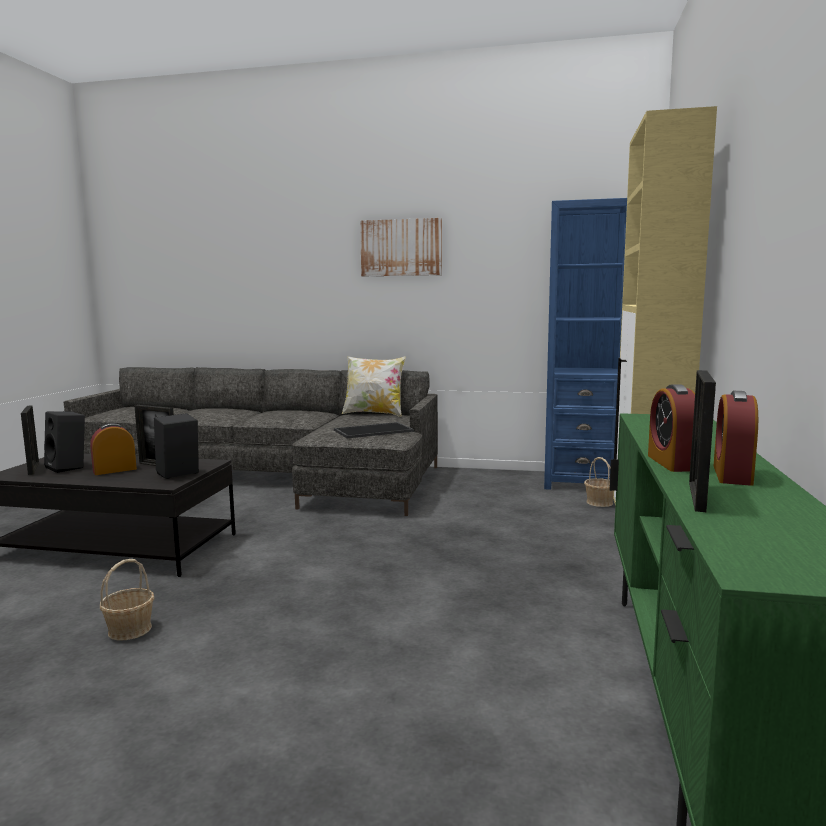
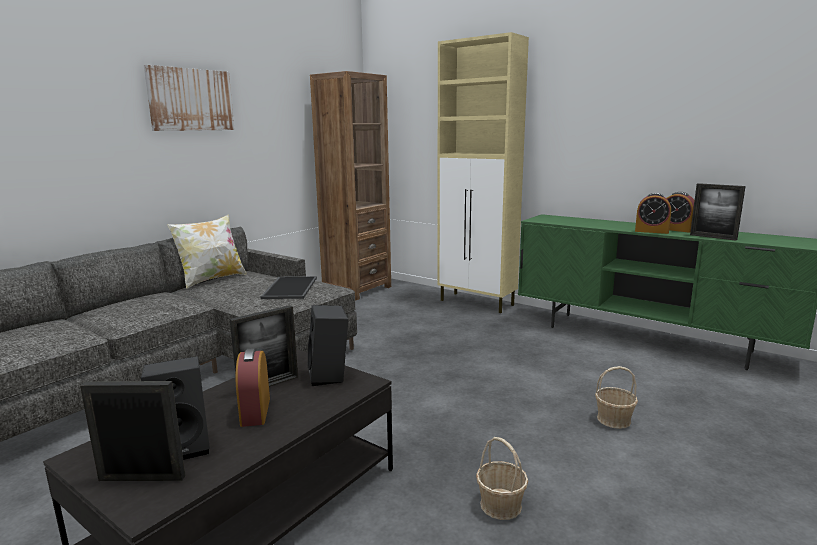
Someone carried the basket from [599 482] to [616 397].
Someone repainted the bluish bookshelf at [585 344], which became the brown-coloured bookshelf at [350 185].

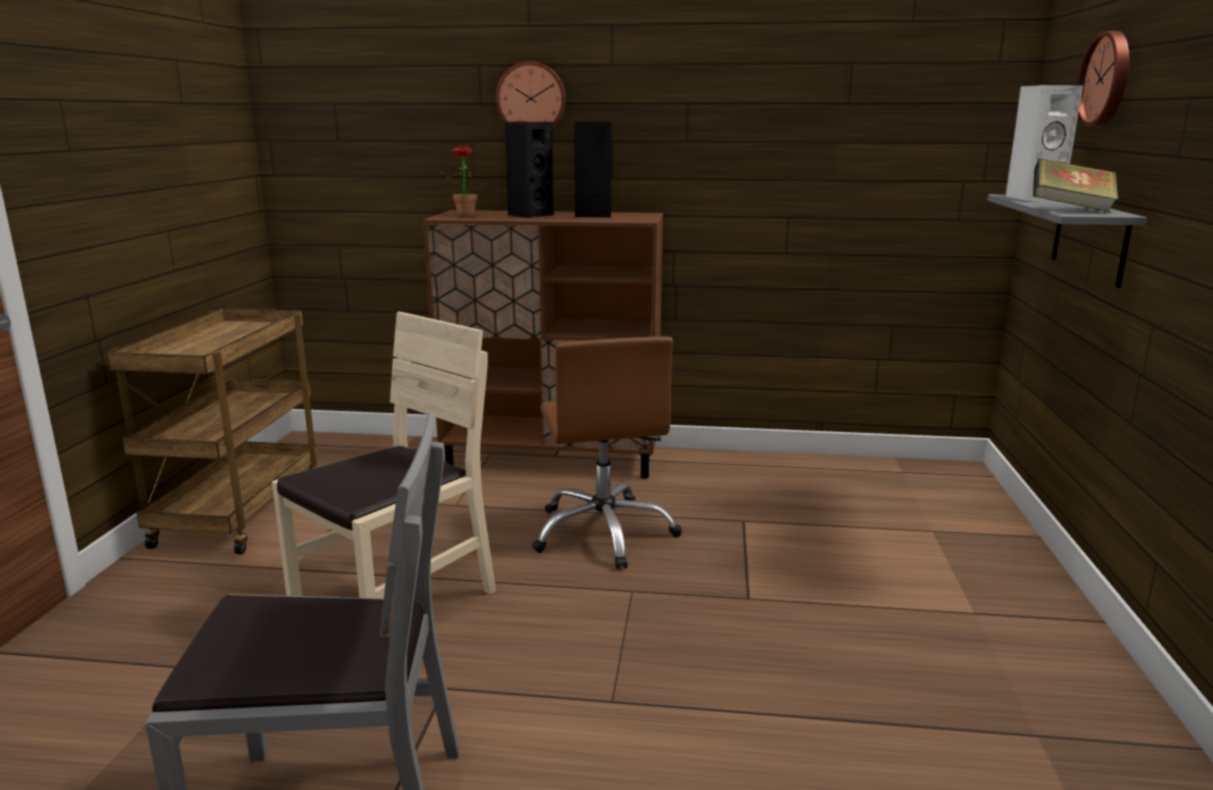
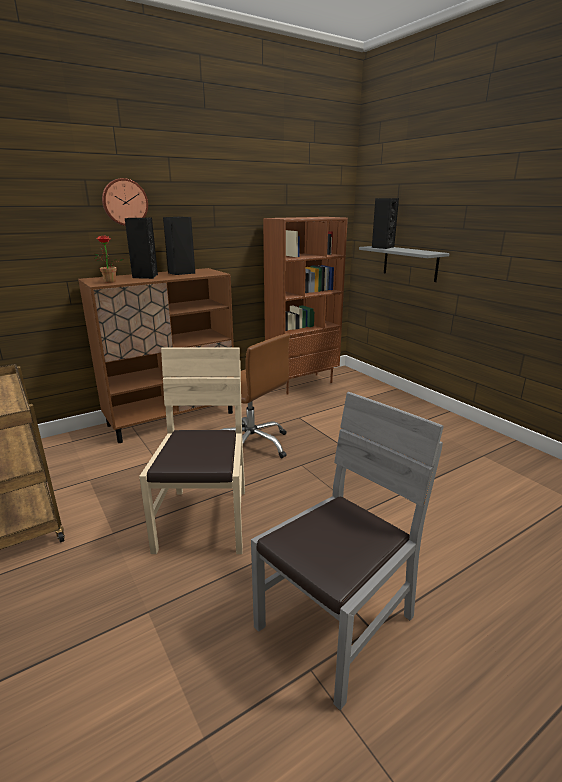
Someone took away the book at [1075 185].
Someone took away the clock on the wall at [1103 79].
Someone put down the brown-coloured bookshelf at [305 305].
Someone repainted the white-coloured audio speaker at [1044 143], which became the black-coloured audio speaker at [385 223].

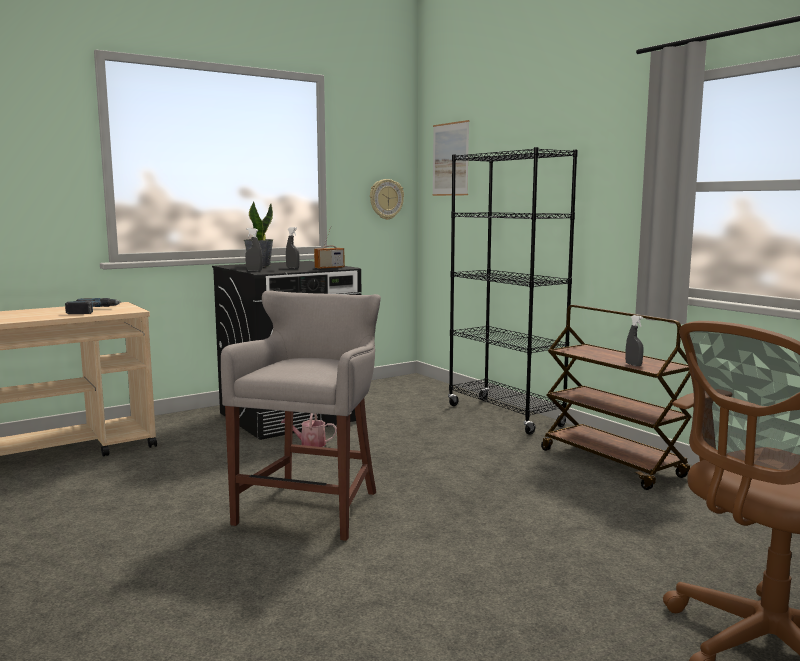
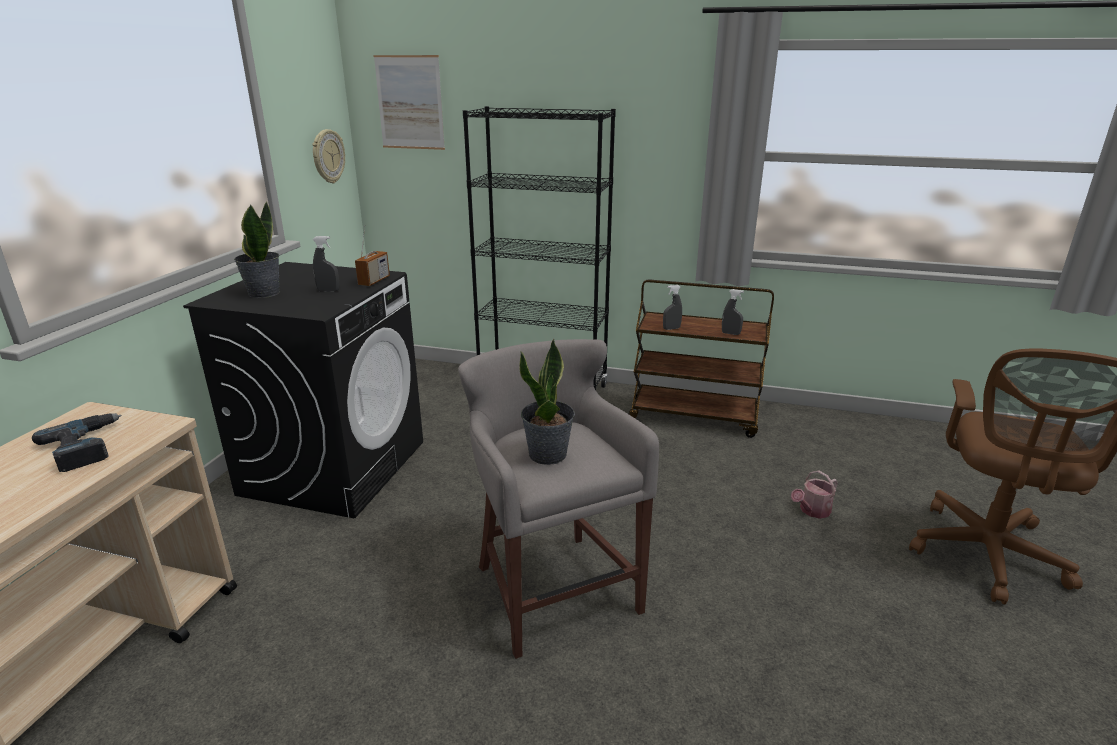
Someone put down the plant in a pot at [547 402].
Someone carried the gray sprayer from [254 249] to [672 307].
Someone carried the watering can from [309 430] to [814 494].

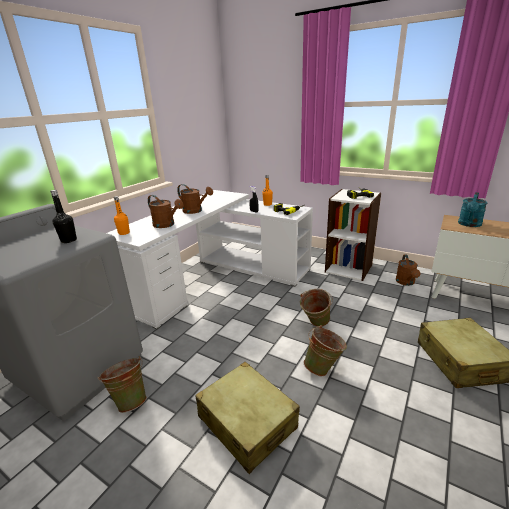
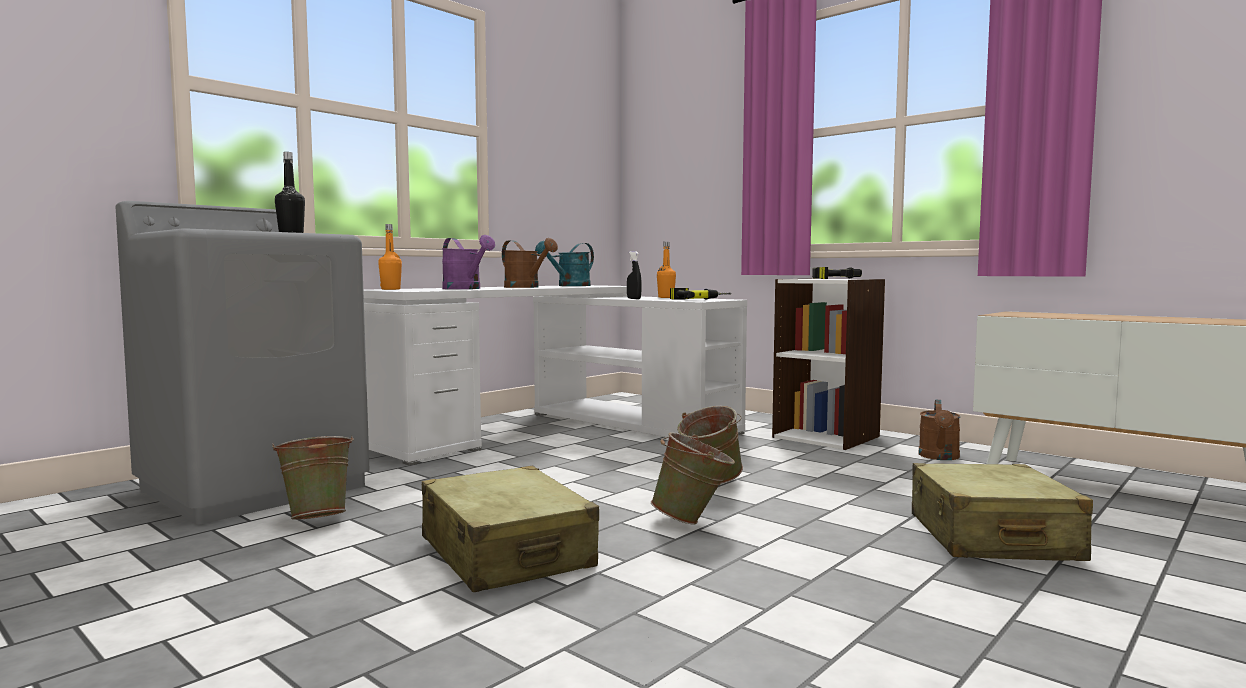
Someone carried the turquoise watering can from [473 209] to [564 263].
Someone repainted the brown-coloured watering can at [166 211], which became the purple watering can at [468 262].

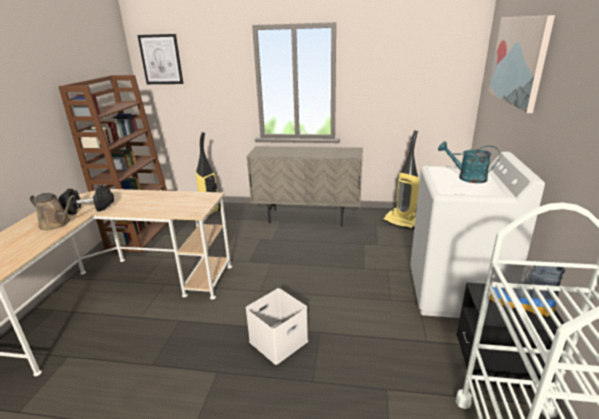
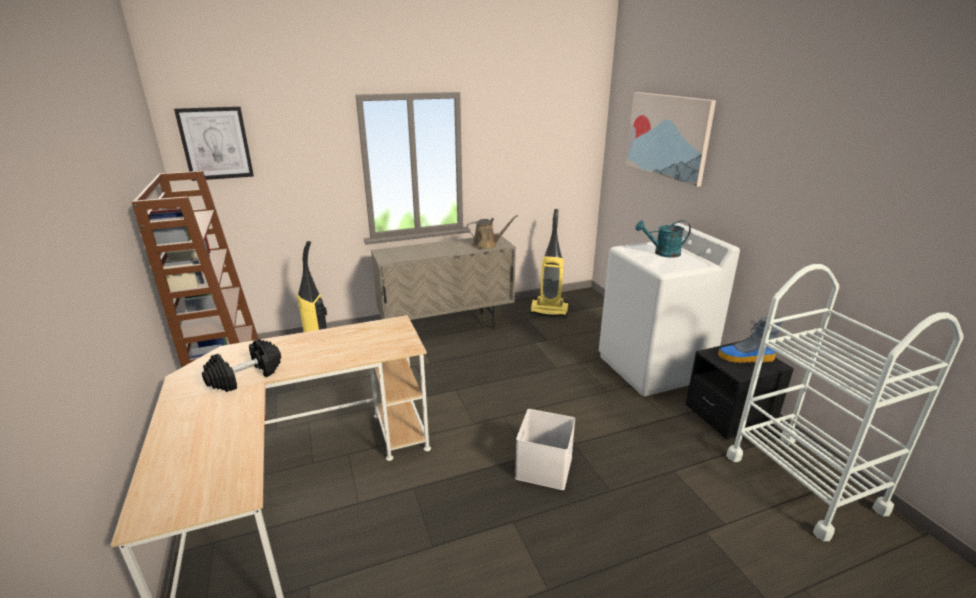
Someone carried the brown-coloured watering can from [52 211] to [492 232].

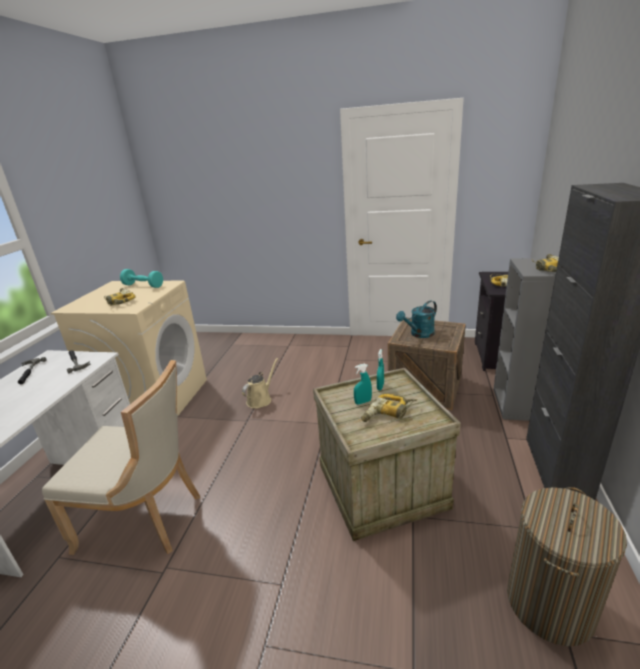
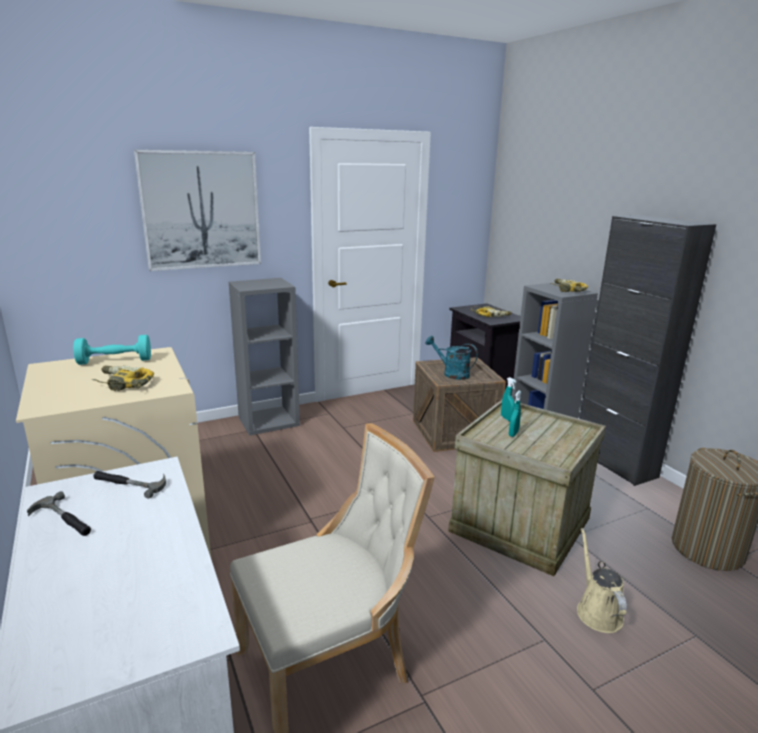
Someone took away the drill at [389 409].
Someone put up the wall art at [197 210].
Someone put down the gray bookshelf at [264 357].
Someone carried the beige-coloured watering can from [260 383] to [602 580].
Someone rotated the turquoise watering can at [416 319] by 105 degrees clockwise.

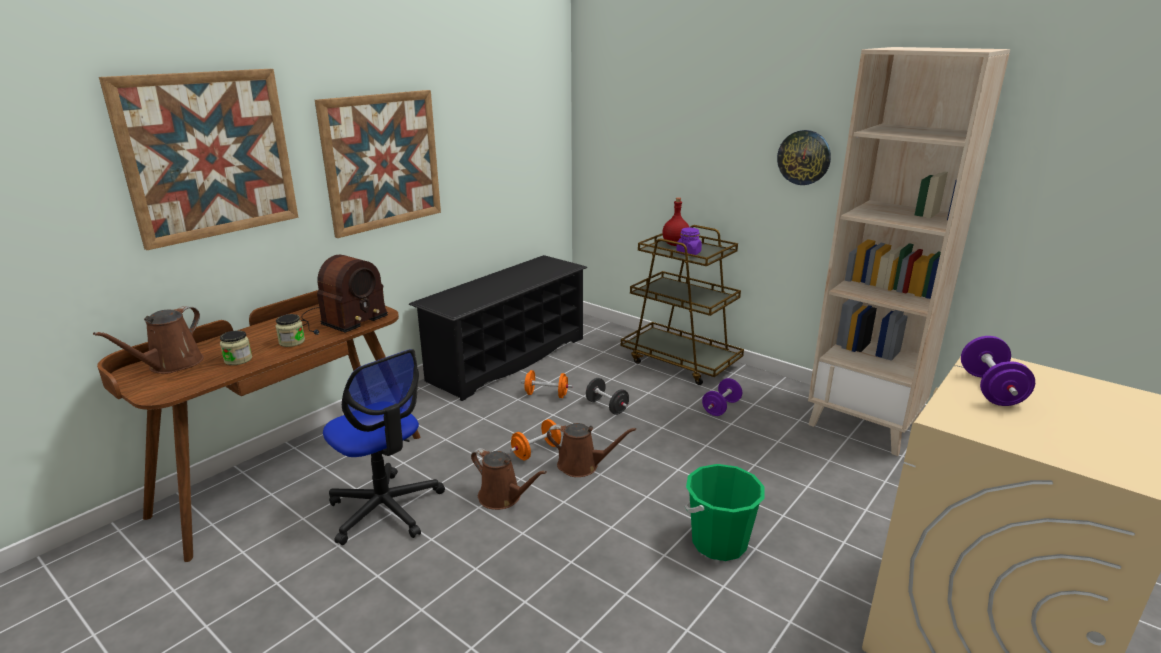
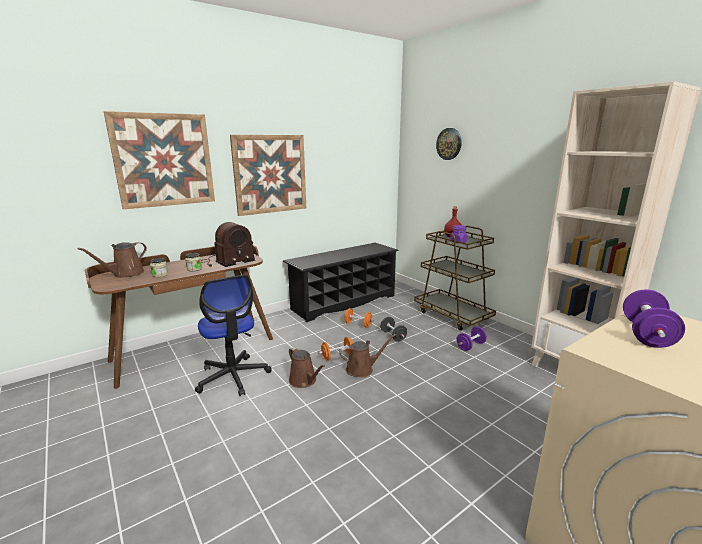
Someone took away the greenish water bucket at [724 512].
Someone carried the clock on the wall from [804 157] to [449 144].
Someone rotated the brown-coloured watering can at [591 450] by 45 degrees counterclockwise.

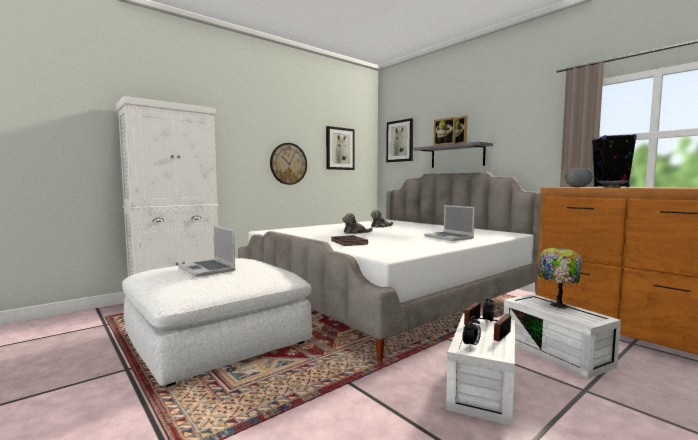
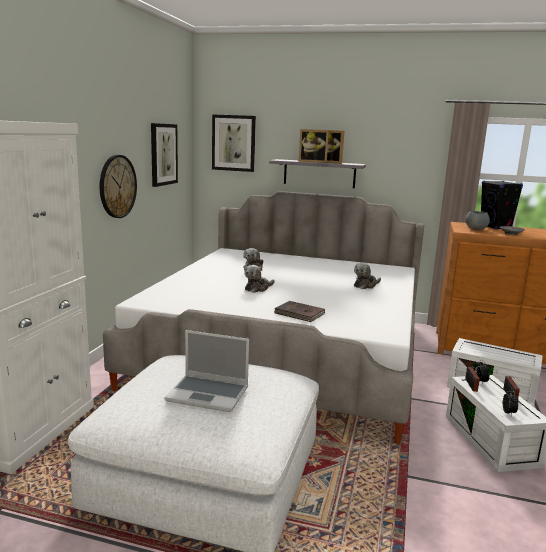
Someone took away the lamp for a table at [560 278].
Someone swapped the portable computer at [449 223] for the cuddly toy at [367 276].

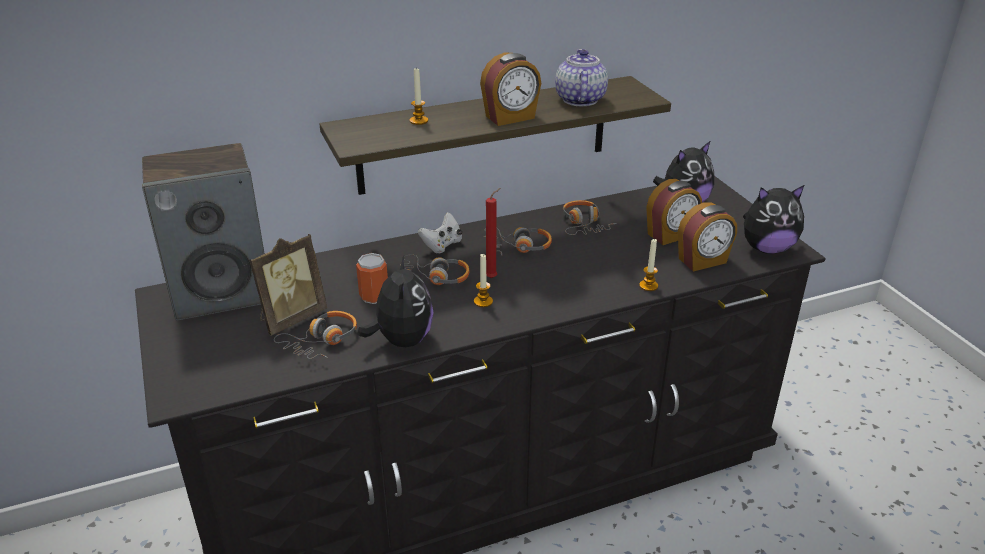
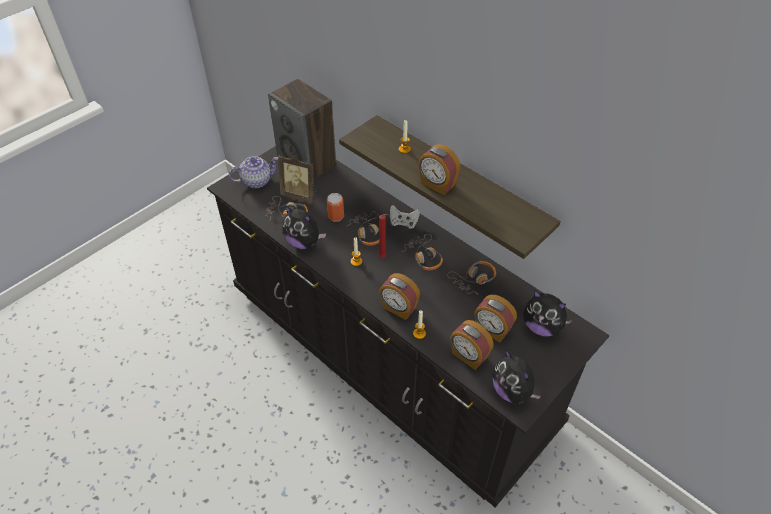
Someone put down the table clock at [399 296].
Someone carried the teapot from [581 77] to [253 172].
Someone rotated the cuddly toy at [396 300] by 60 degrees clockwise.

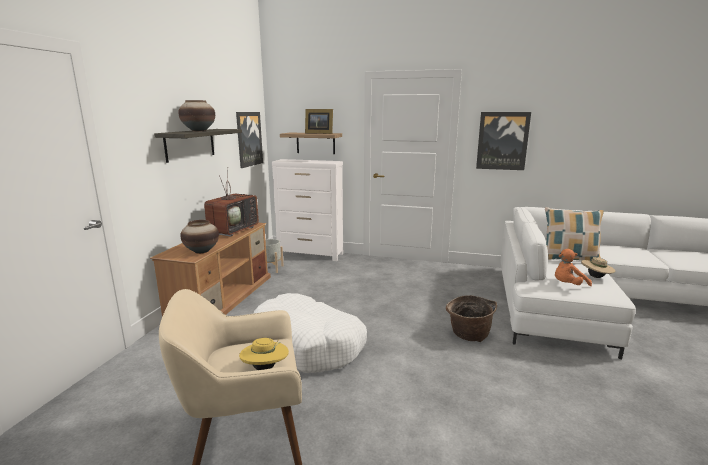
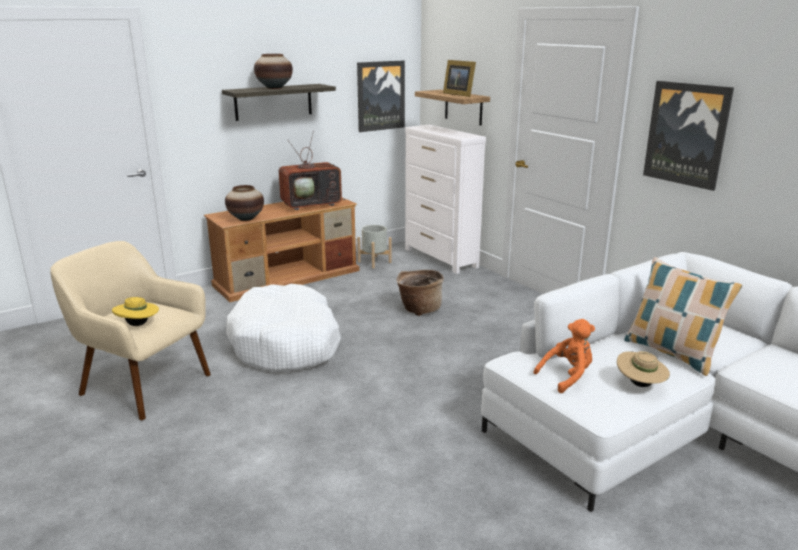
Someone carried the basket from [471 318] to [420 293].
Someone rotated the orange-coloured cuddly toy at [573 267] by 135 degrees clockwise.

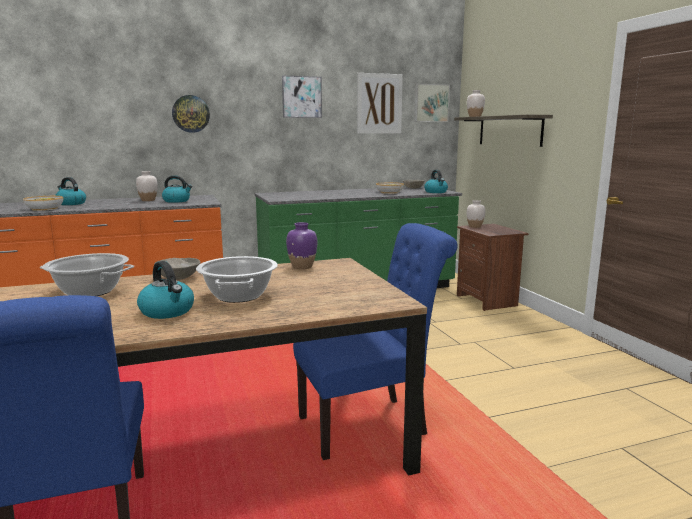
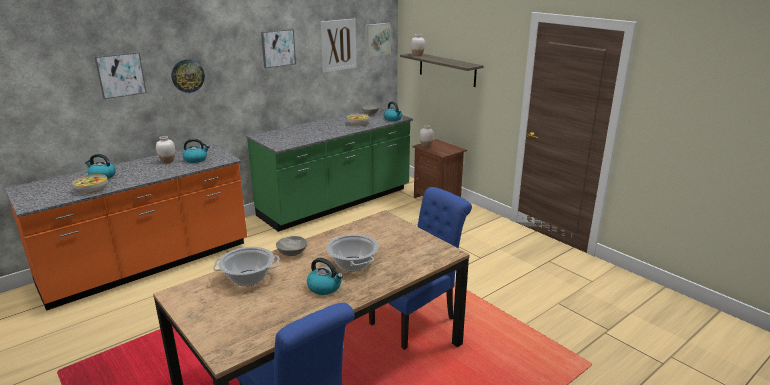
Someone took away the purple decorative vase at [301 245].
Someone put up the wall art at [121 75].

